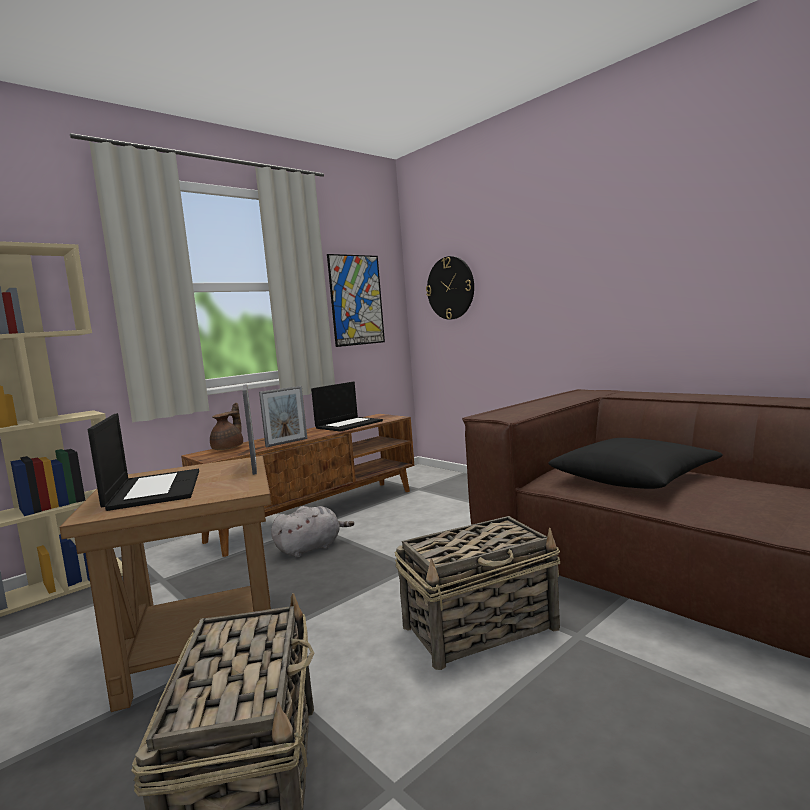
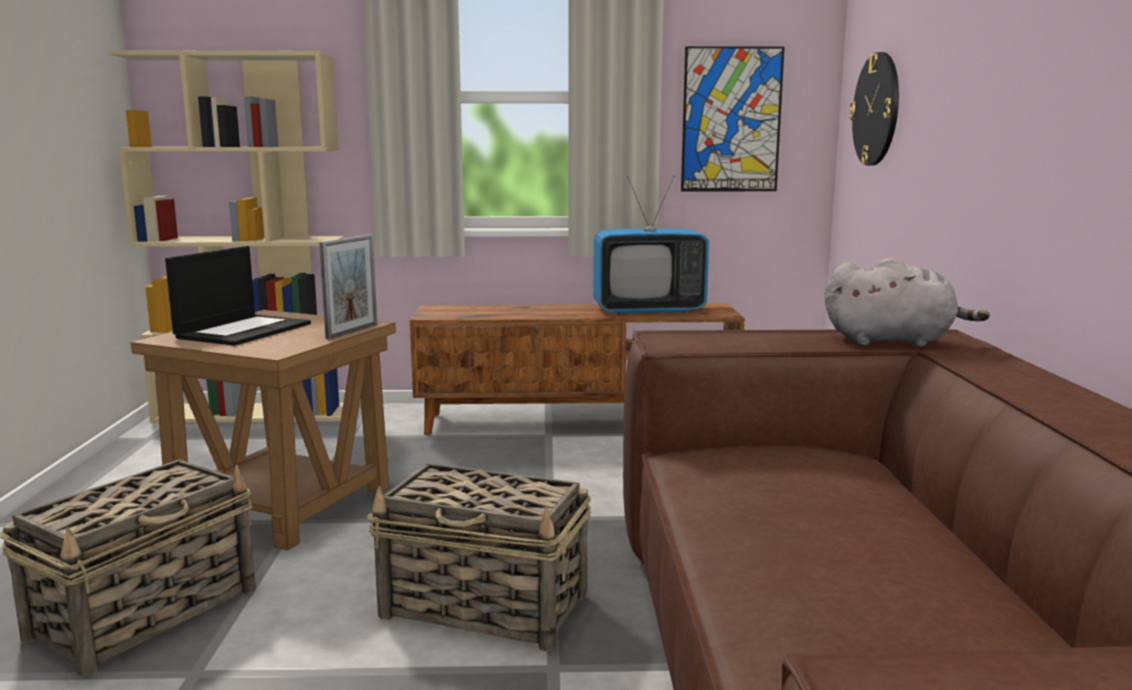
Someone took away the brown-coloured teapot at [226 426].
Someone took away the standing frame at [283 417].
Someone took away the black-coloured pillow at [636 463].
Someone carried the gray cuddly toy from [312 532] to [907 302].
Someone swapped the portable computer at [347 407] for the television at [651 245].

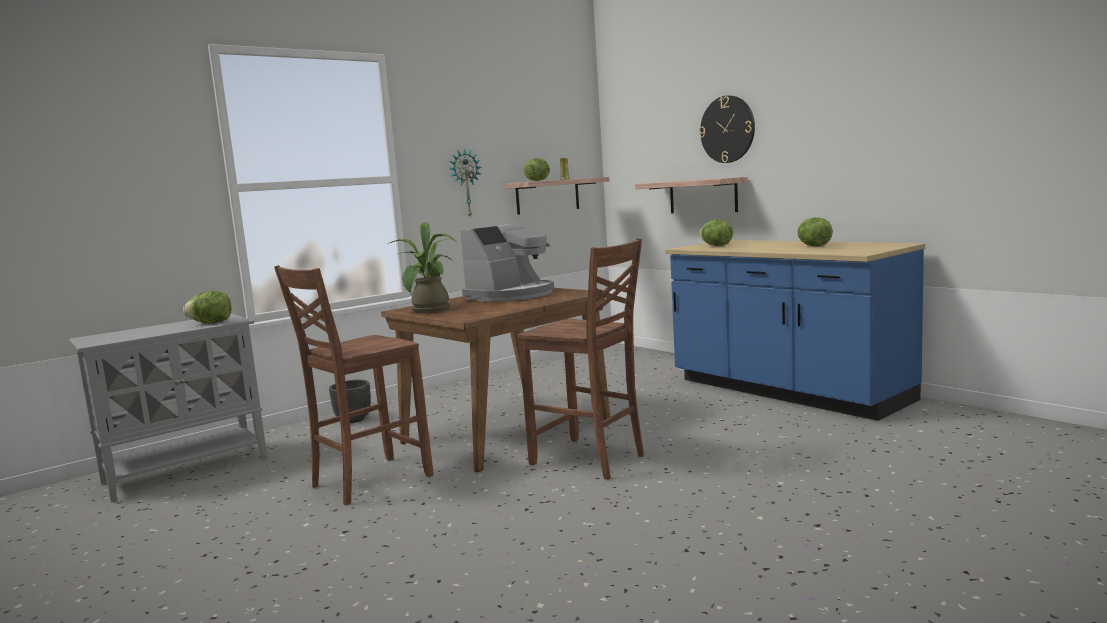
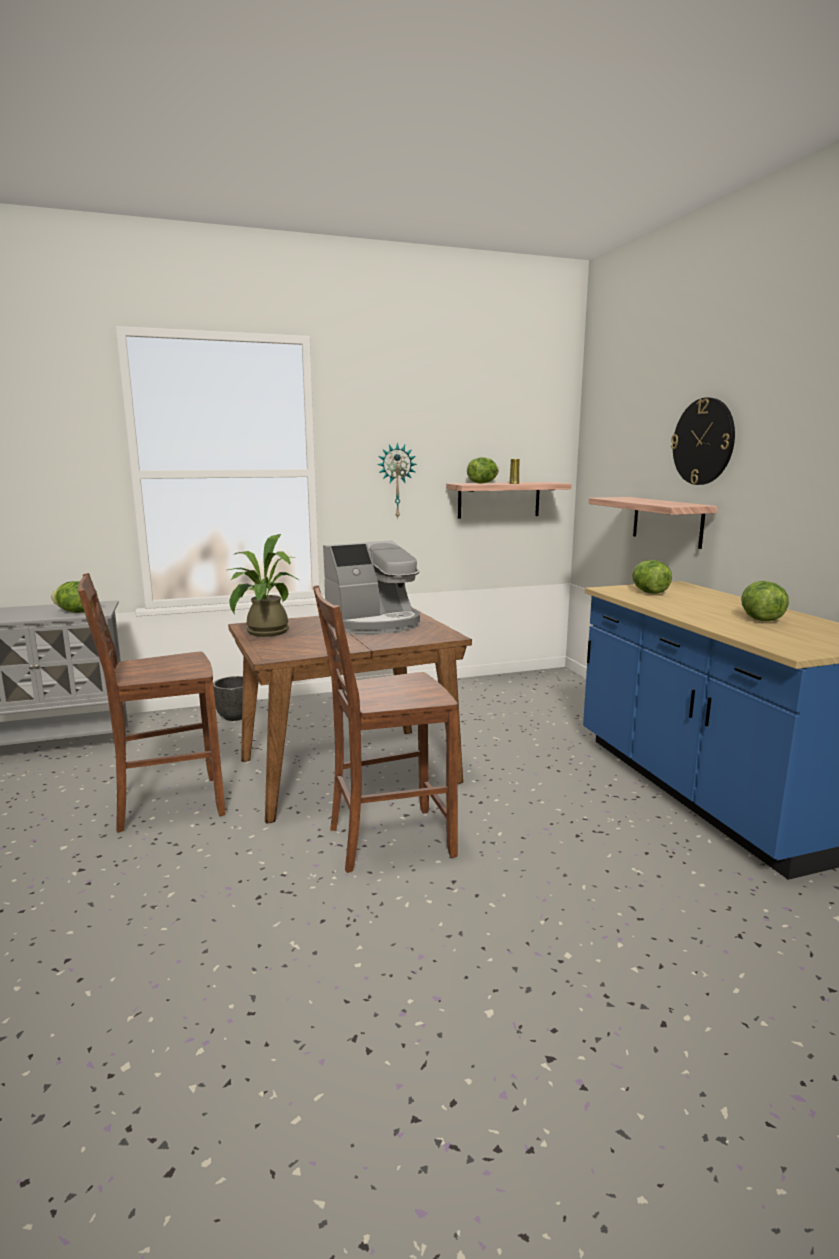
Someone rotated the brown-coloured upright chair at [581 359] by 105 degrees clockwise.

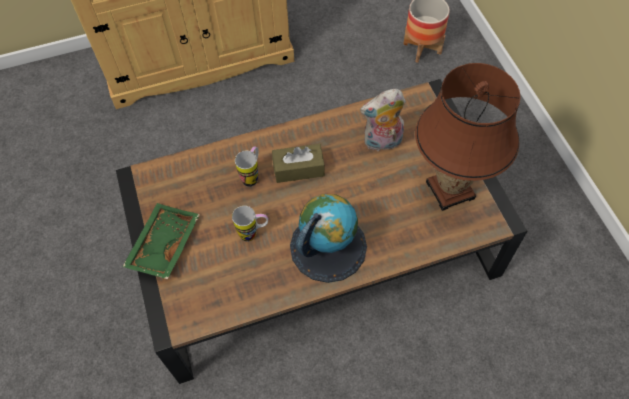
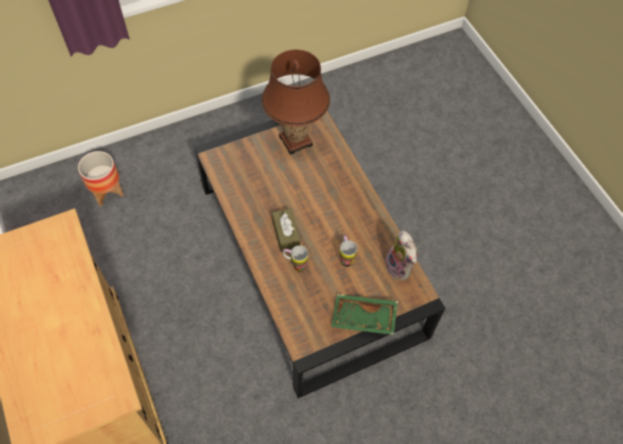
Someone took away the world globe at [328 238].
Someone carried the cuddly toy from [383 120] to [402 255].

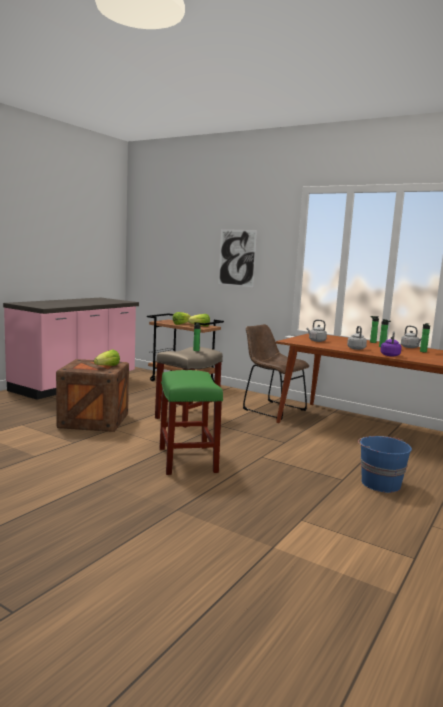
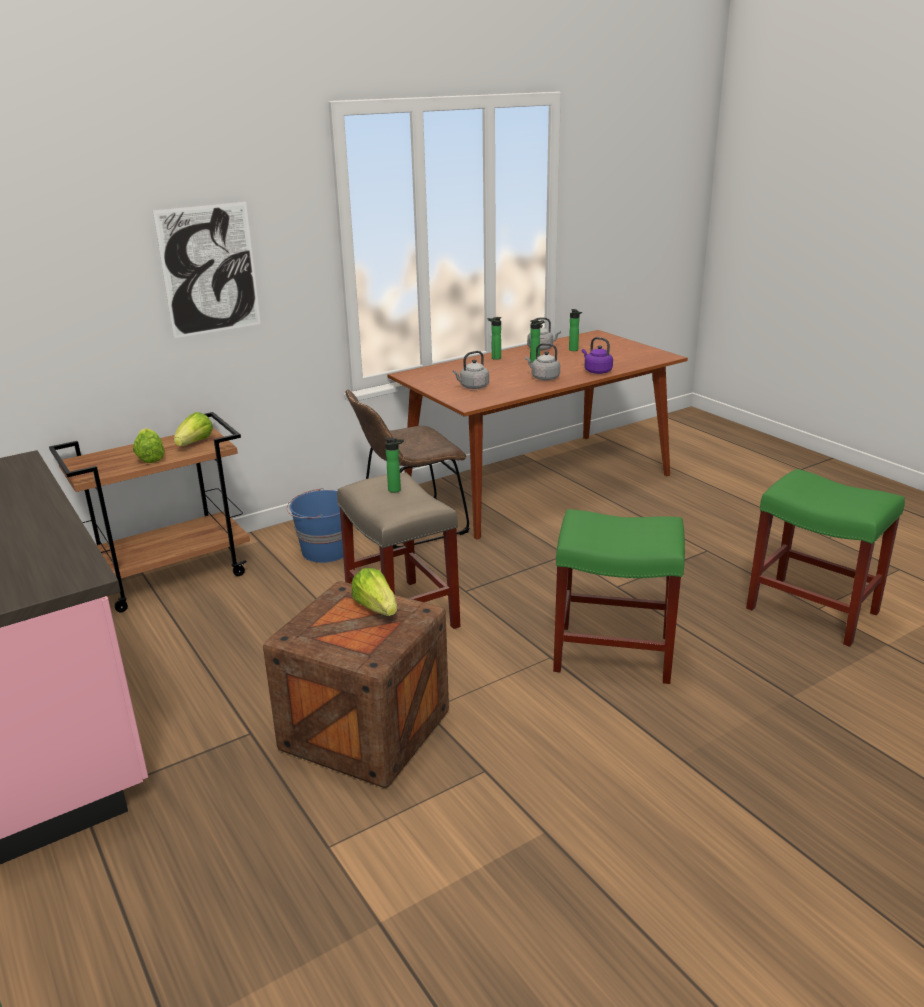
Someone put down the greenish stool at [825 558].
Someone carried the bluish water bucket from [385 464] to [315 525].

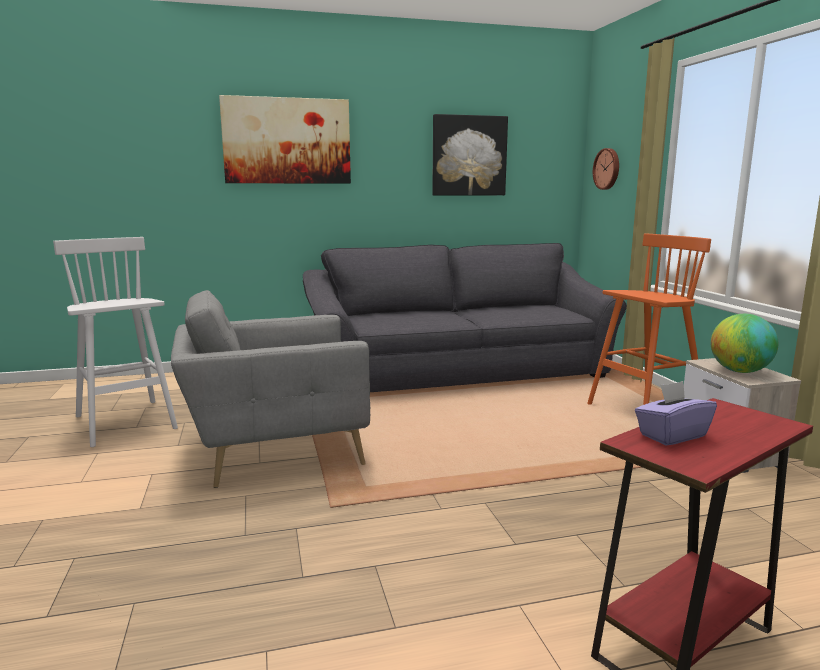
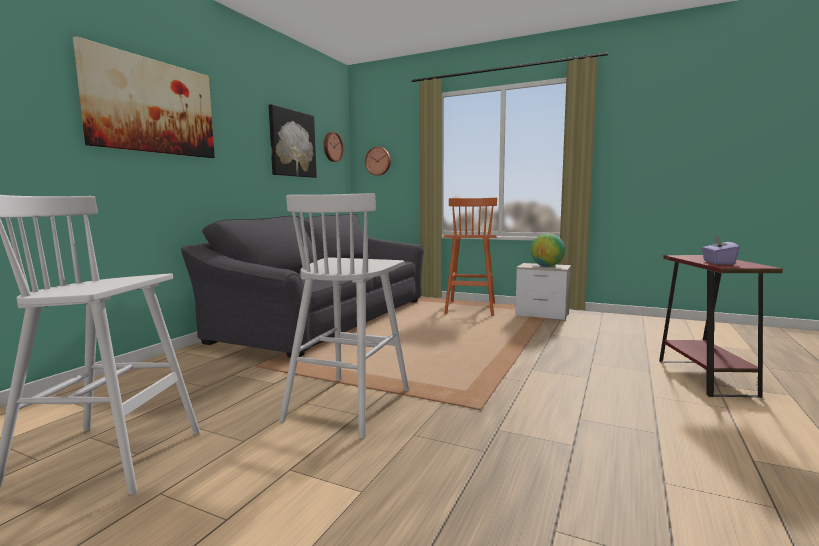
Someone put up the clock on the wall at [333 147].
Someone swapped the gray armchair at [270 389] for the white-coloured stool at [344 315].

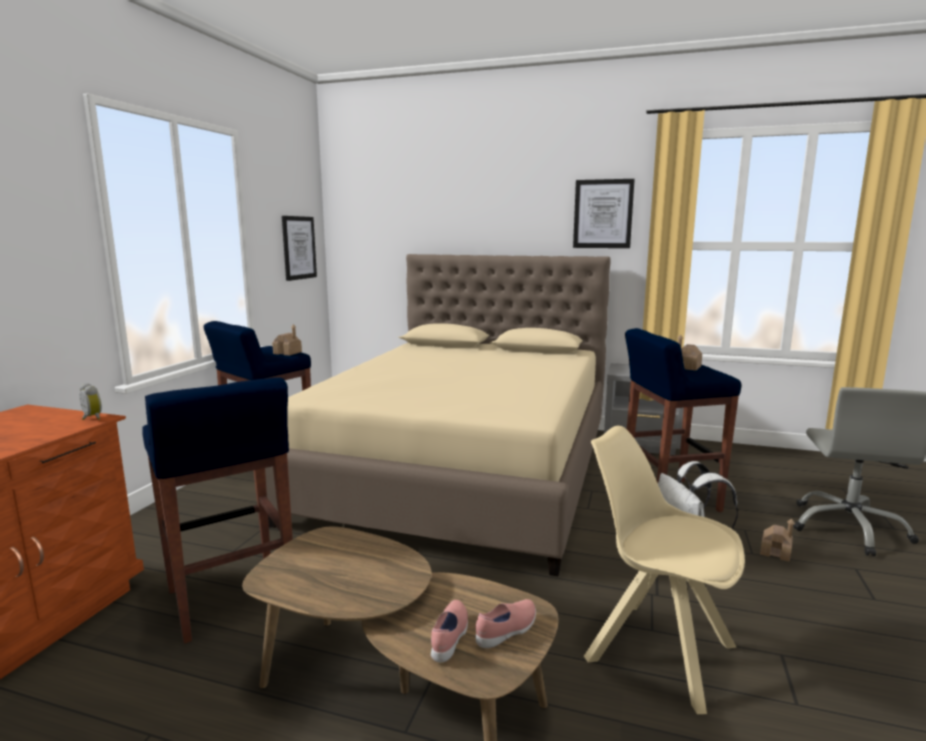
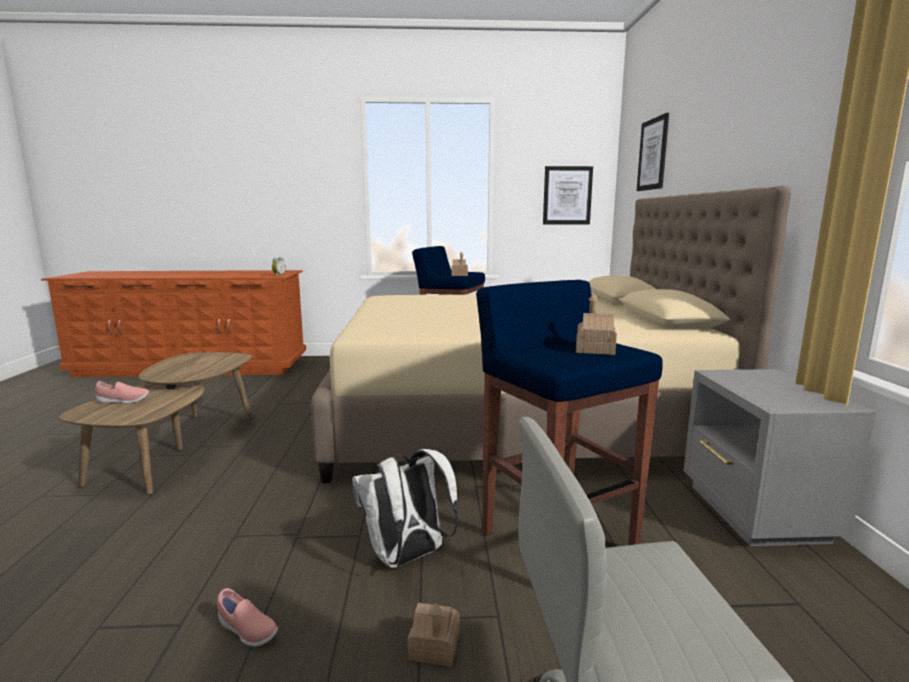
Someone took away the bluish stool at [217 510].
Someone took away the beige-coloured upright chair at [664 570].
Someone carried the pinkish item of footwear from [505 623] to [247 617].
Someone carried the wall art from [604 213] to [653 152].

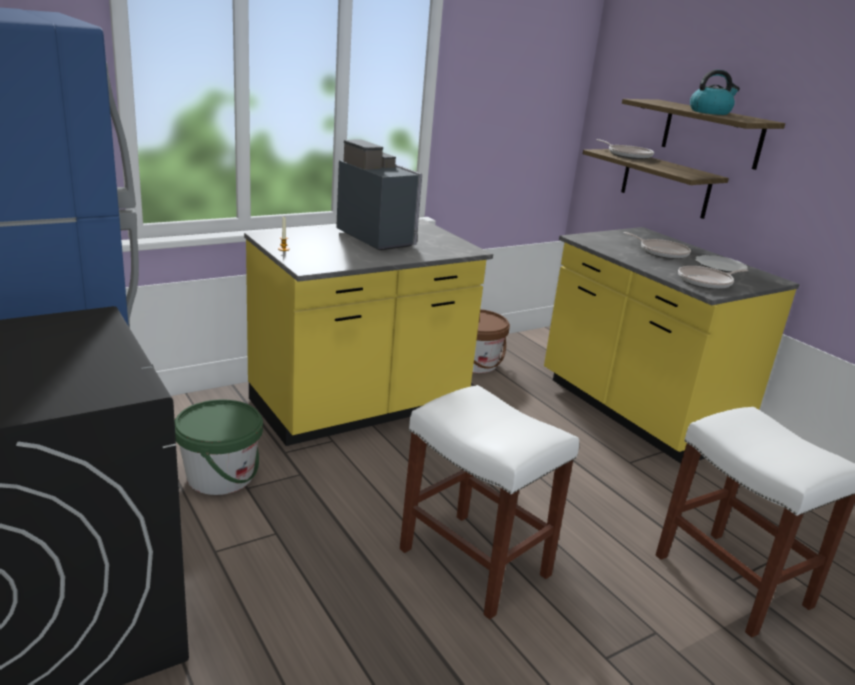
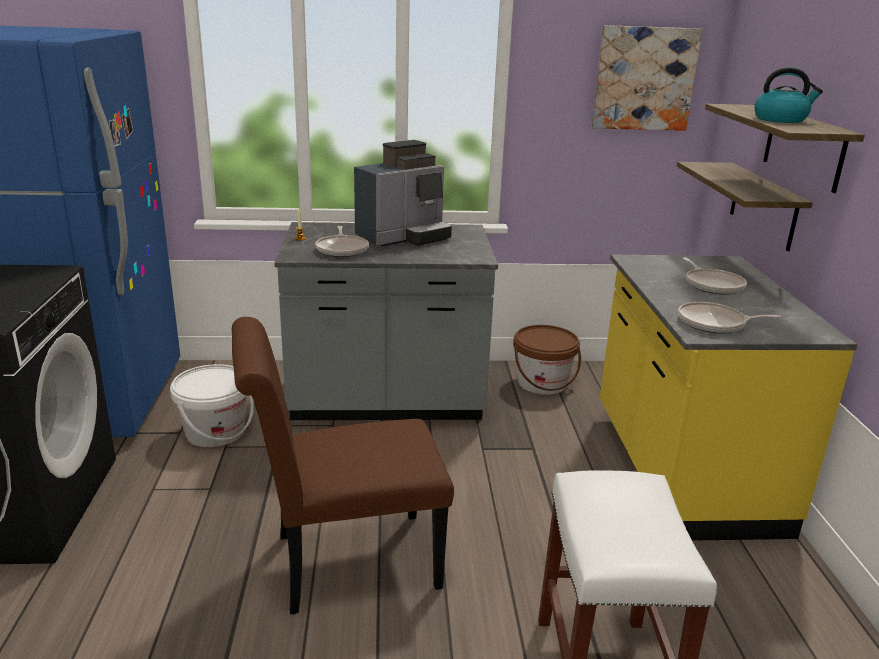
Someone took away the flat dish at [722 264].
Someone put up the wall art at [647 78].
Someone carried the pan from [625 149] to [342 241].
Someone swapped the white-coloured stool at [489 502] for the brown-coloured upright chair at [343 466].
Someone repainted the greenish water bucket at [219 447], which became the white-coloured water bucket at [212 405].
Someone repainted the yellow-coloured kitchen counter at [368 332], which became the gray kitchen counter at [386 321].
Someone rotated the coffee maker at [379 195] by 60 degrees clockwise.

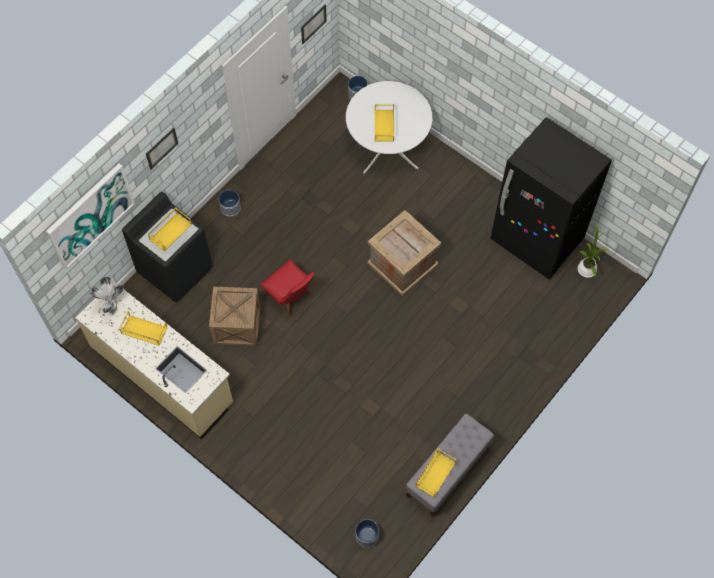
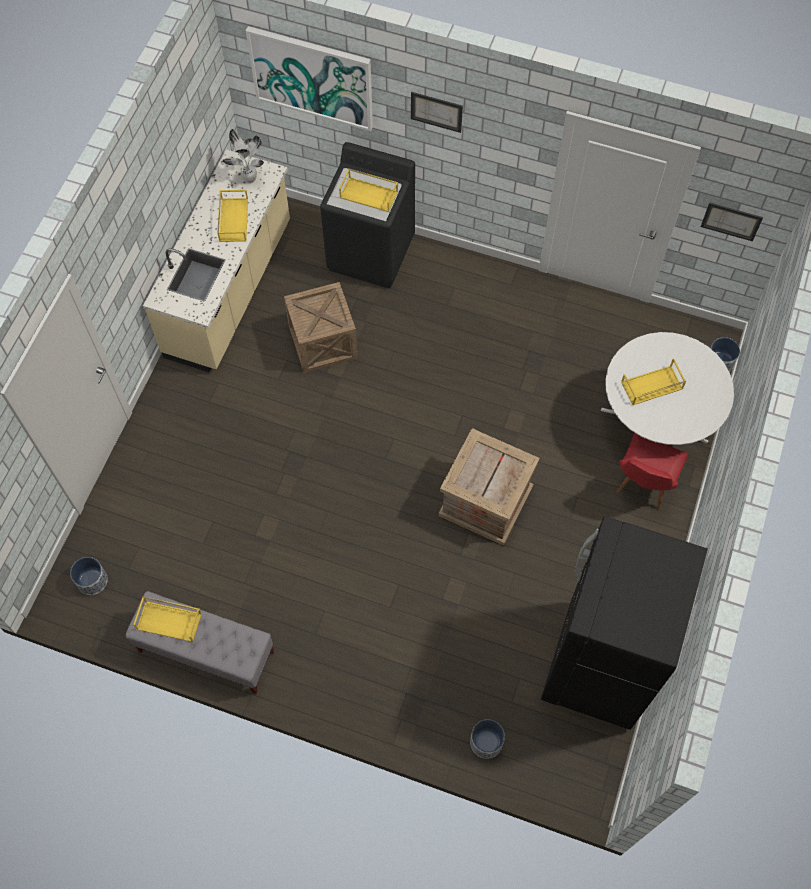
Someone took away the plant in a pot at [594 250].
Someone carried the plant pot from [230 203] to [487 739].
Someone carried the reddish upright chair from [288 289] to [652 471].

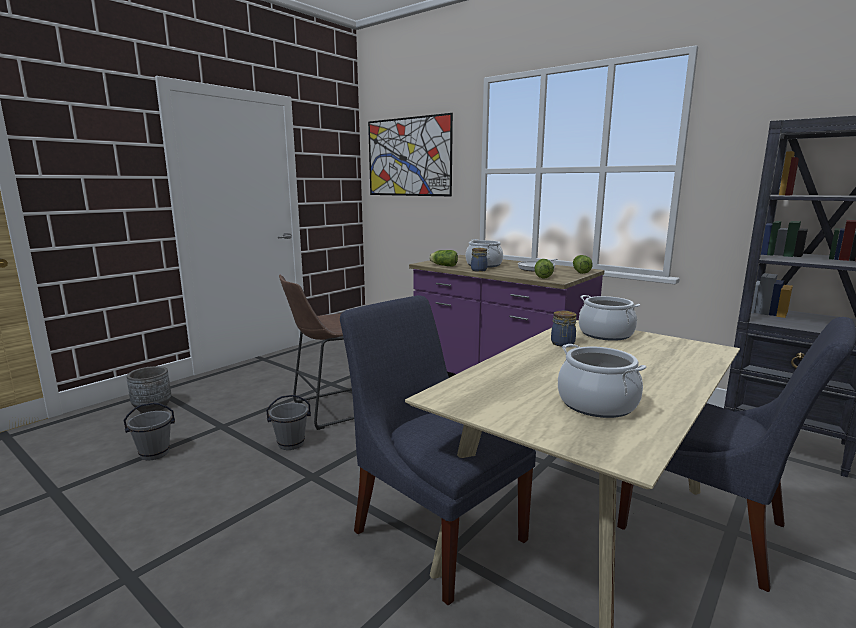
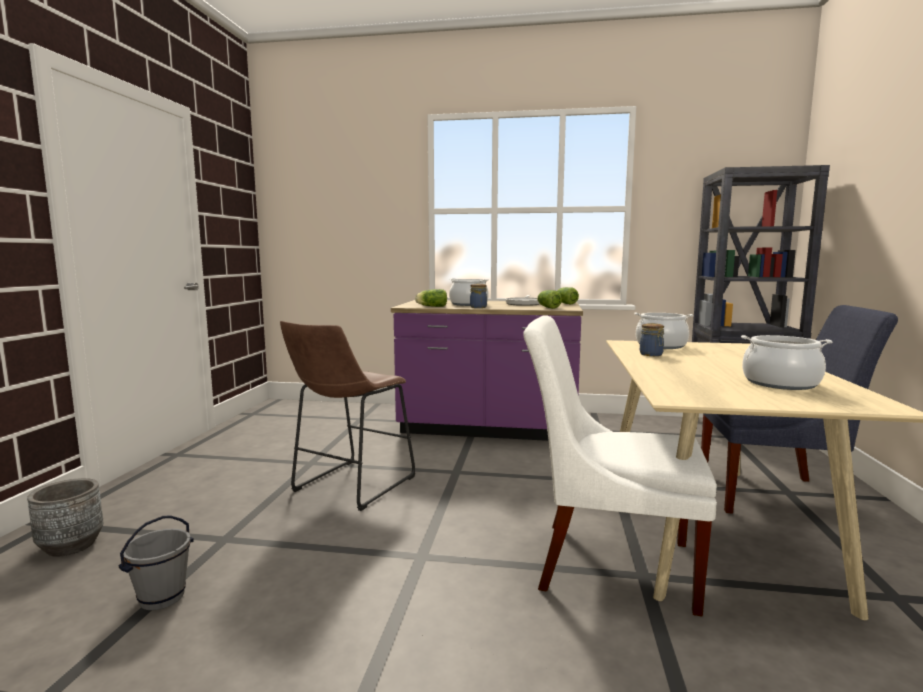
Someone took away the gray water bucket at [288 422].
Someone took away the wall art at [410 155].
Someone repainted the bluish upright chair at [438 450], which became the white-coloured upright chair at [620 466].

